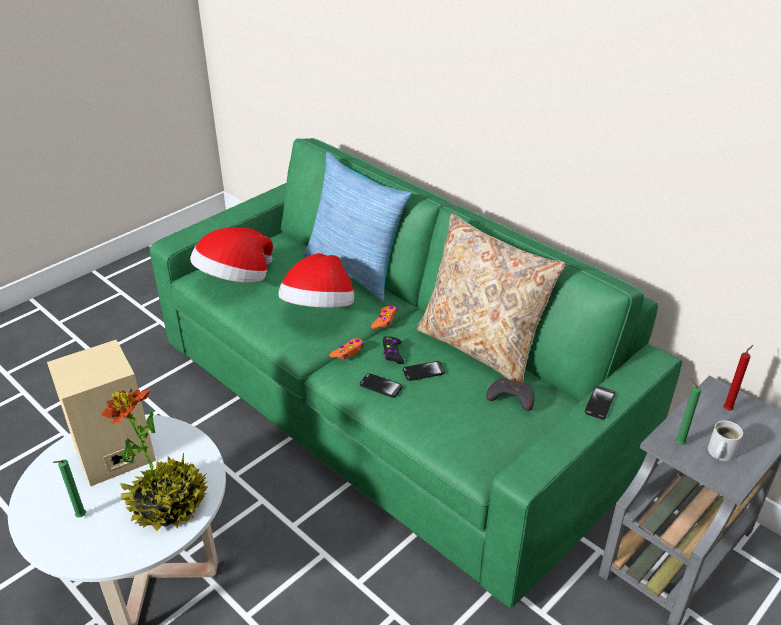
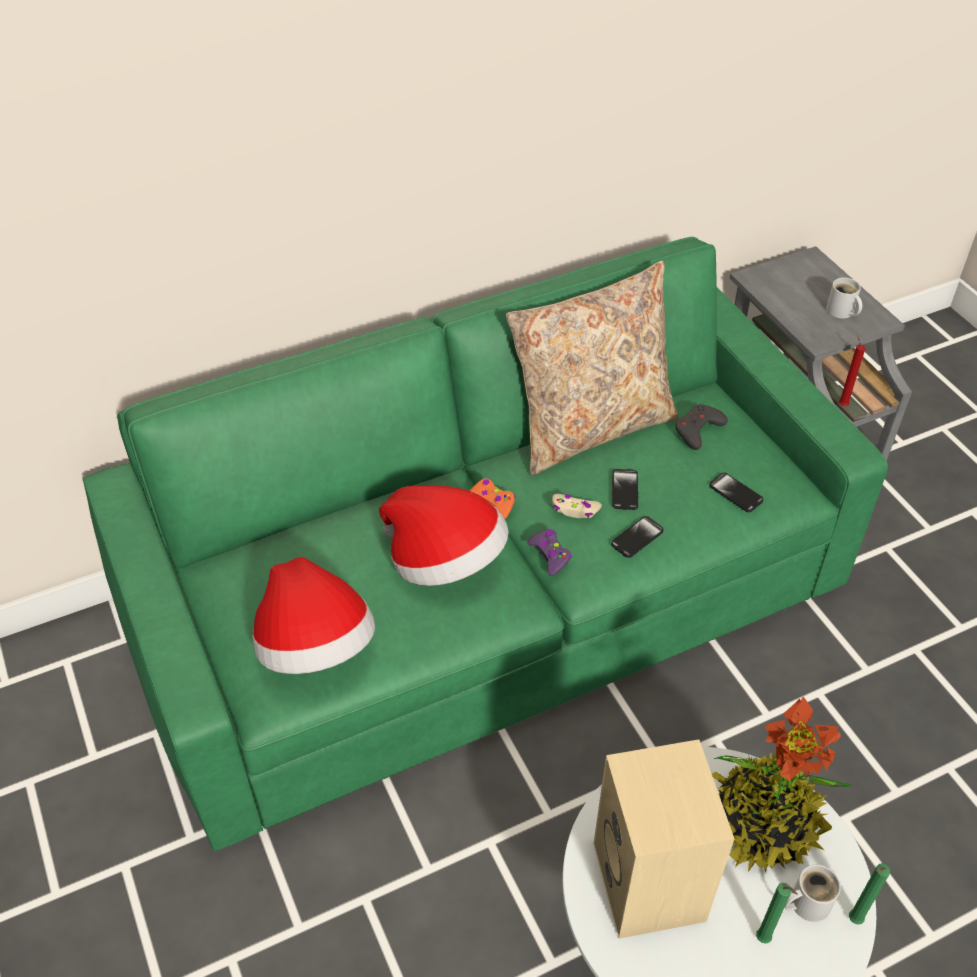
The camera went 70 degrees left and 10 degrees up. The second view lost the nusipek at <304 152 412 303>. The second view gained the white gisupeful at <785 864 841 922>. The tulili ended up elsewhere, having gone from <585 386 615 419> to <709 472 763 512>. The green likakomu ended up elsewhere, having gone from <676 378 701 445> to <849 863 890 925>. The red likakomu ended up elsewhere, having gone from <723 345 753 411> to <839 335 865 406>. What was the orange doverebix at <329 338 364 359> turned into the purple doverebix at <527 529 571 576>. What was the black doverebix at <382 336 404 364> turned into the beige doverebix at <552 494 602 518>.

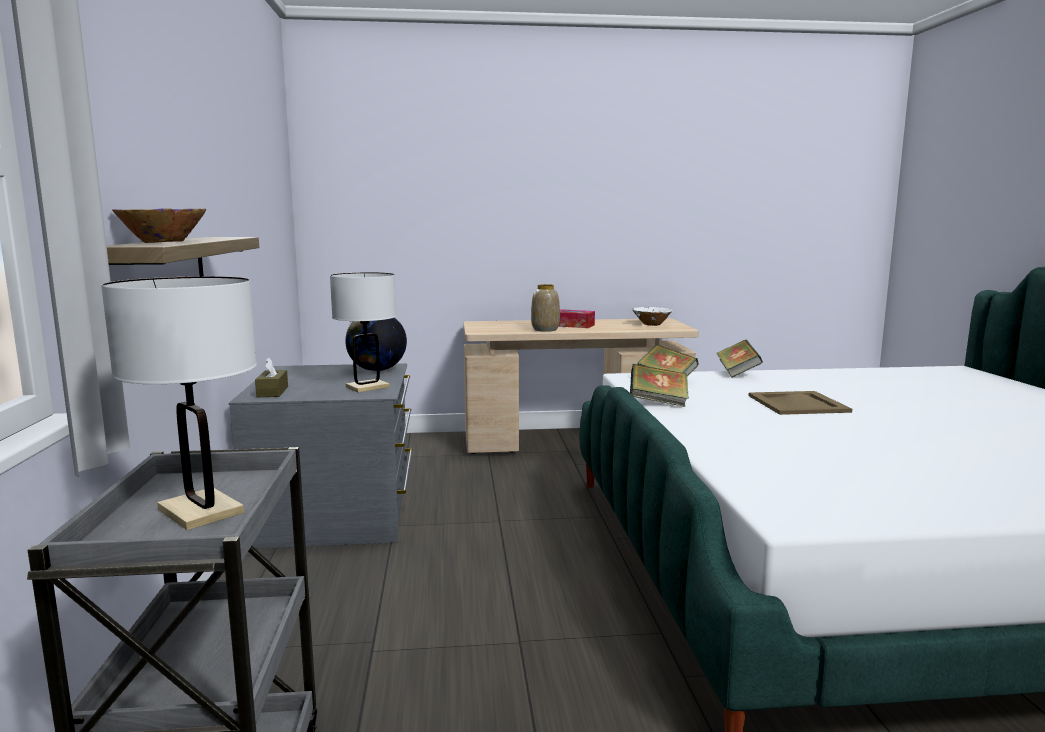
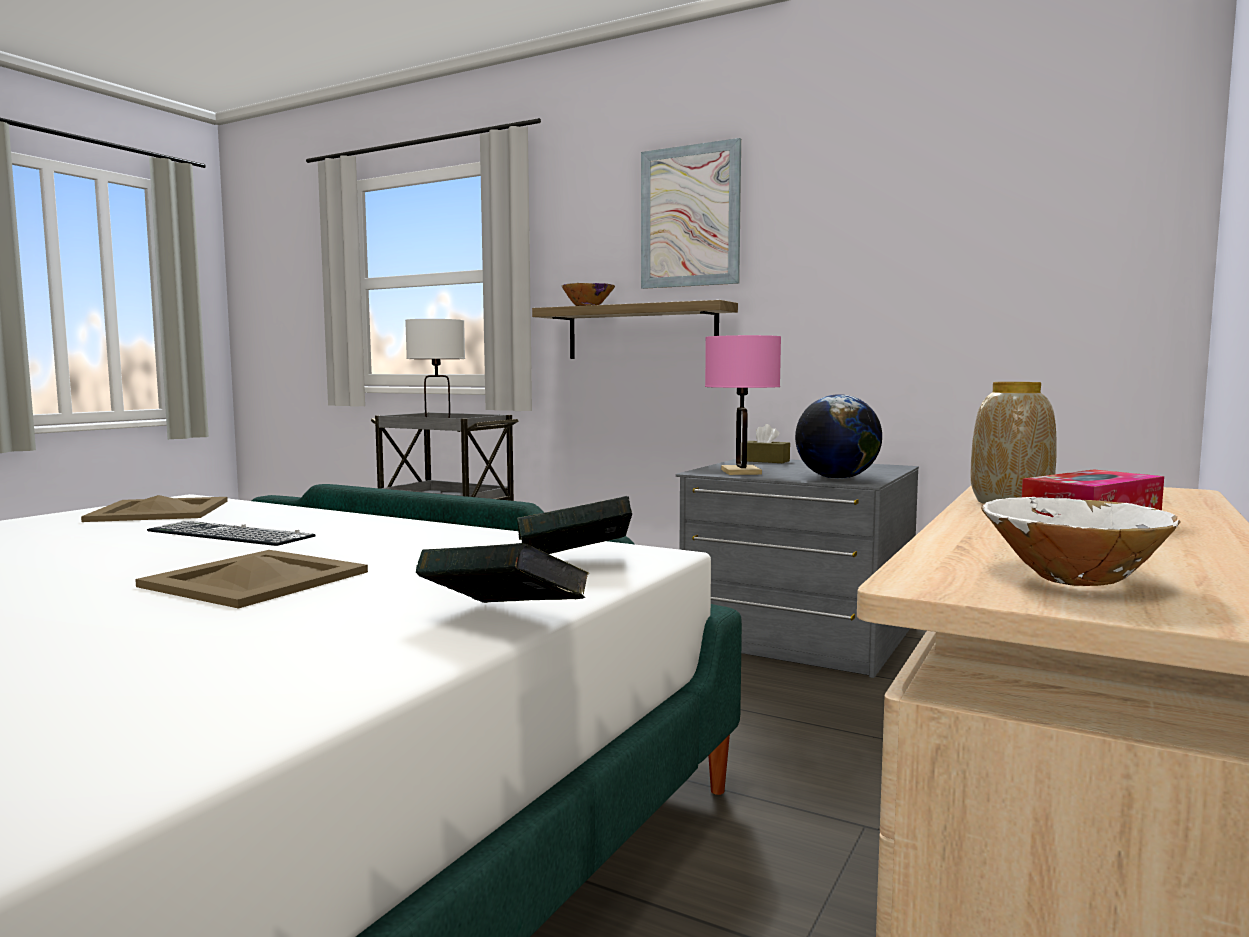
The camera went 125 degrees right and 5 degrees down. The second view lost the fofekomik at <630 364 689 407>. The second view gained the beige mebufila at <81 495 228 522>. The second view gained the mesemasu at <147 521 316 546>. The second view gained the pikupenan at <641 138 741 289>. What was the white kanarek at <330 272 396 392> turned into the pink kanarek at <705 335 781 475>.

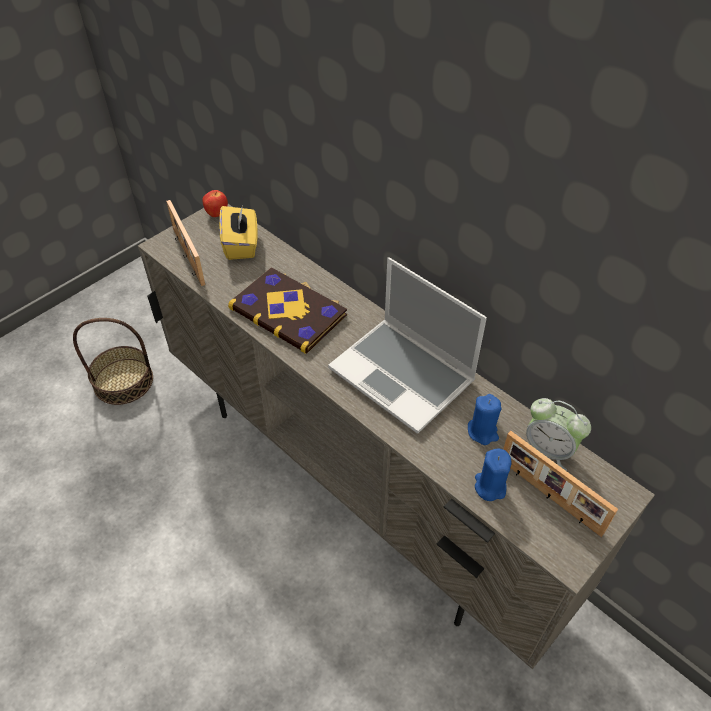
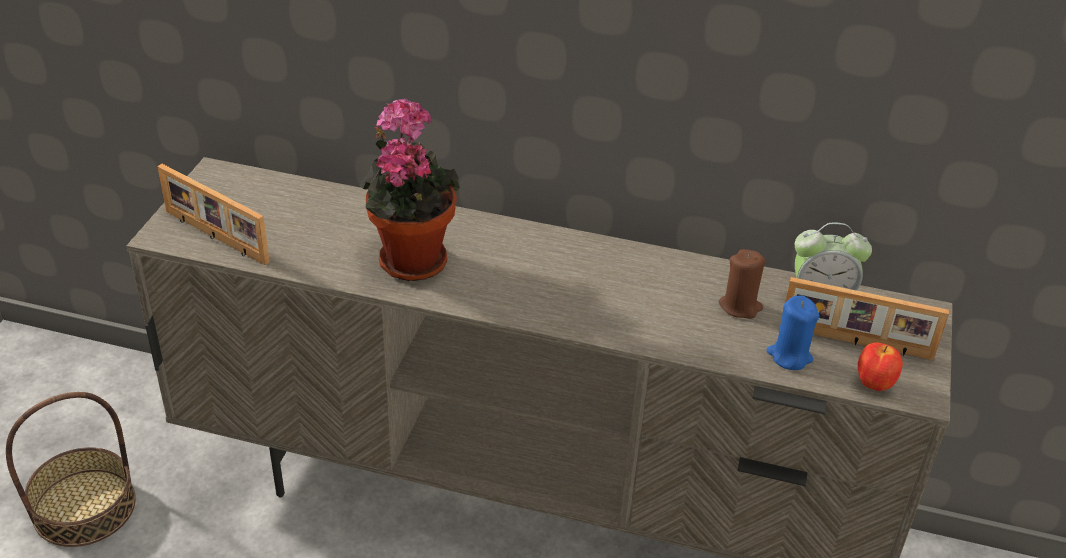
The camera went 30 degrees left and 10 degrees down. The second view lost the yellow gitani at <219 204 258 260>. The second view lost the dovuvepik at <328 257 487 434>. The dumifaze ended up elsewhere, having gone from <202 190 228 217> to <858 342 903 391>. Where the fofekomik stood at <228 267 347 354>, the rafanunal came to stand at <359 98 460 281>. What was the blue likakomu at <468 394 501 445> turned into the brown likakomu at <719 249 765 319>.

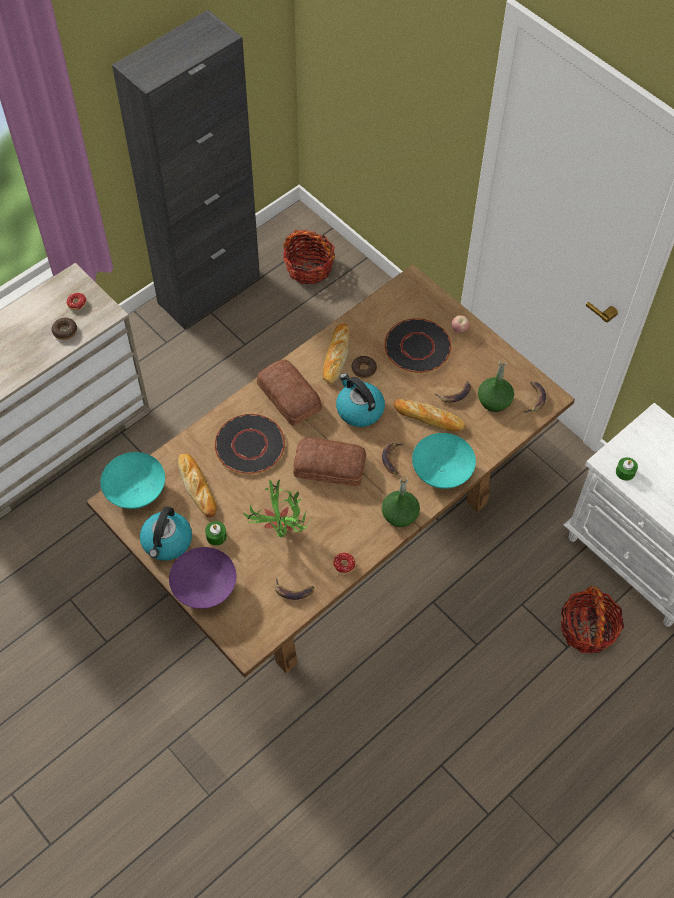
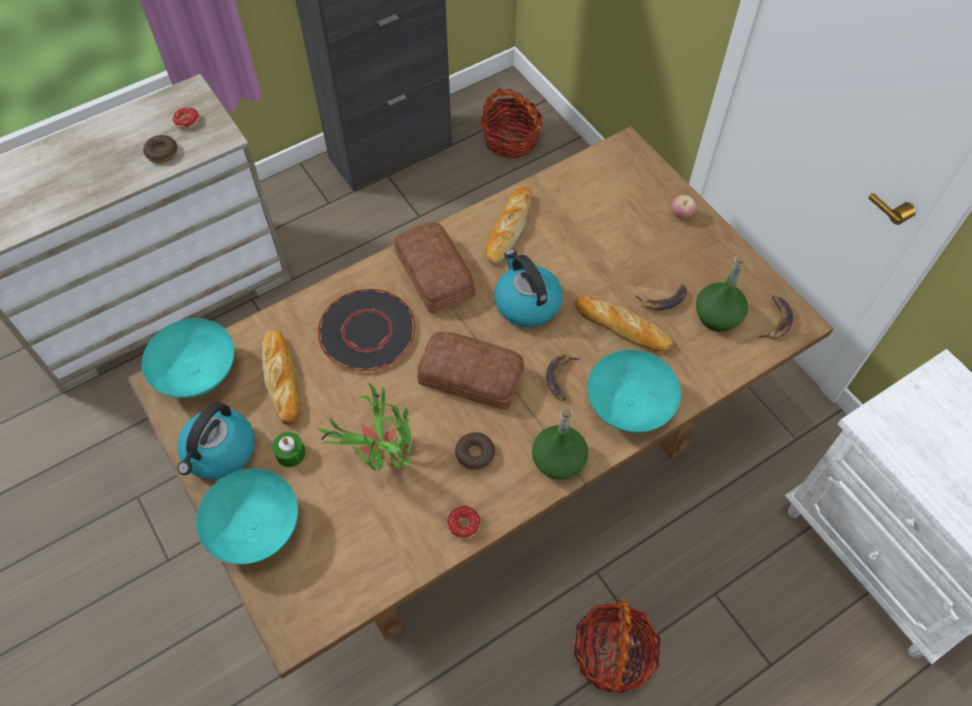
The camera went 10 degrees right and 0 degrees up. The second view lost the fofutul at <275 578 314 600>. The second view lost the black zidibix at <384 318 451 373>. The second view lost the green likakomu at <616 457 638 481>. The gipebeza ended up elsewhere, having gone from <352 356 377 378> to <455 432 495 470>. The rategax ended up elsewhere, having gone from <561 586 624 653> to <574 599 661 693>. What was the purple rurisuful at <169 547 236 609> turned into the turquoise rurisuful at <196 468 298 564>.

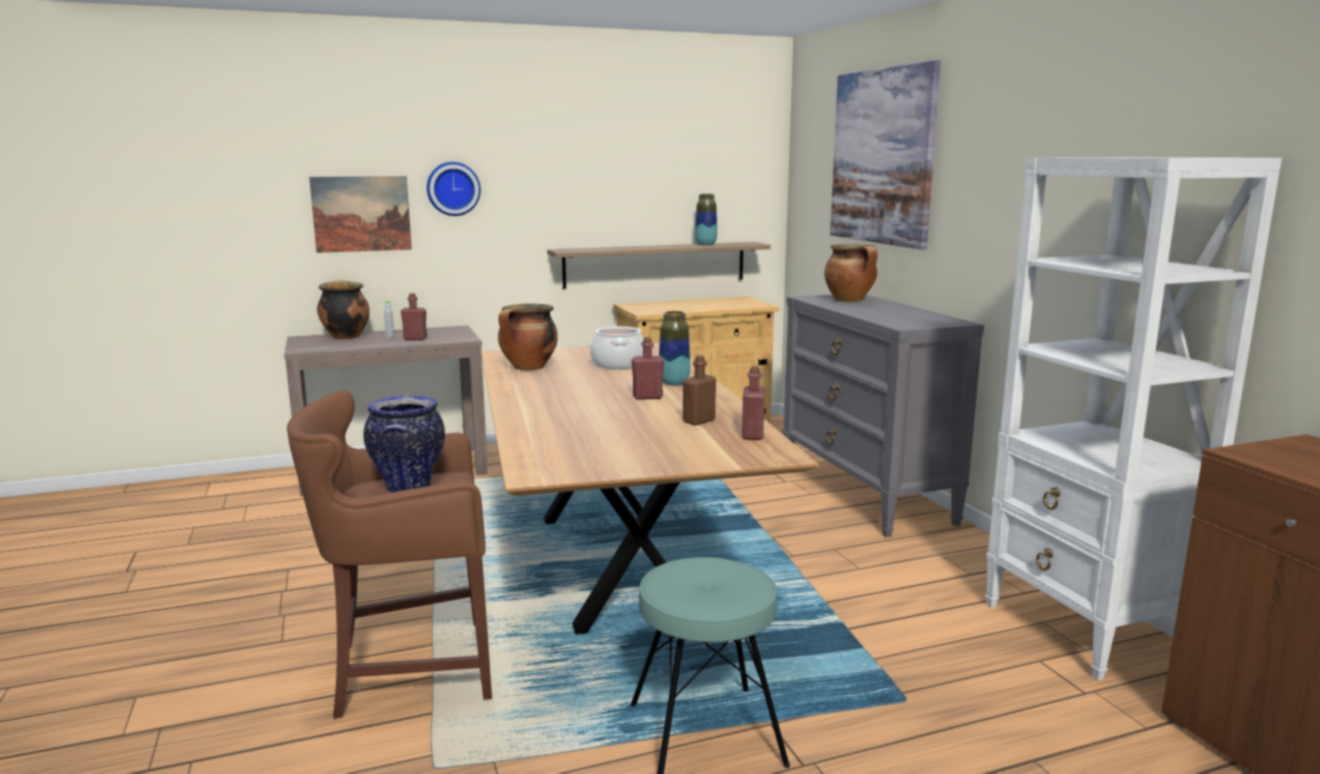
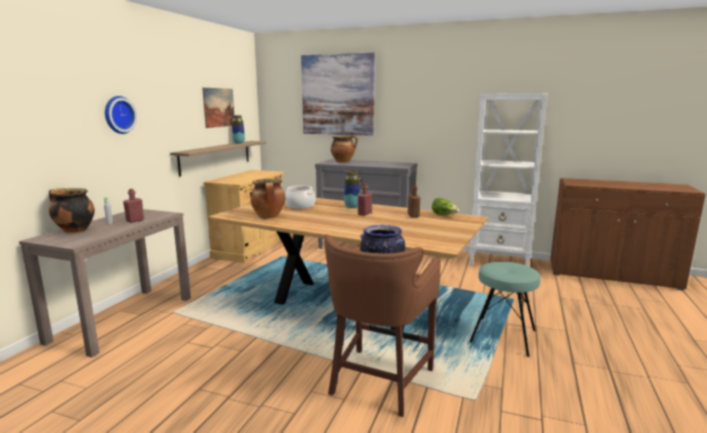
The camera went 50 degrees left and 0 degrees up. The pikupenan ended up elsewhere, having gone from <309 176 412 253> to <202 88 234 128>. Where the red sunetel stood at <742 366 765 440>, the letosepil came to stand at <432 198 459 215>.

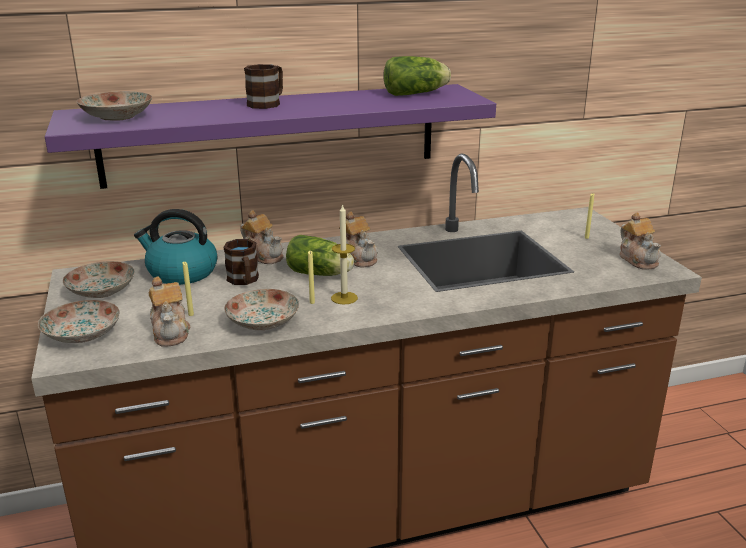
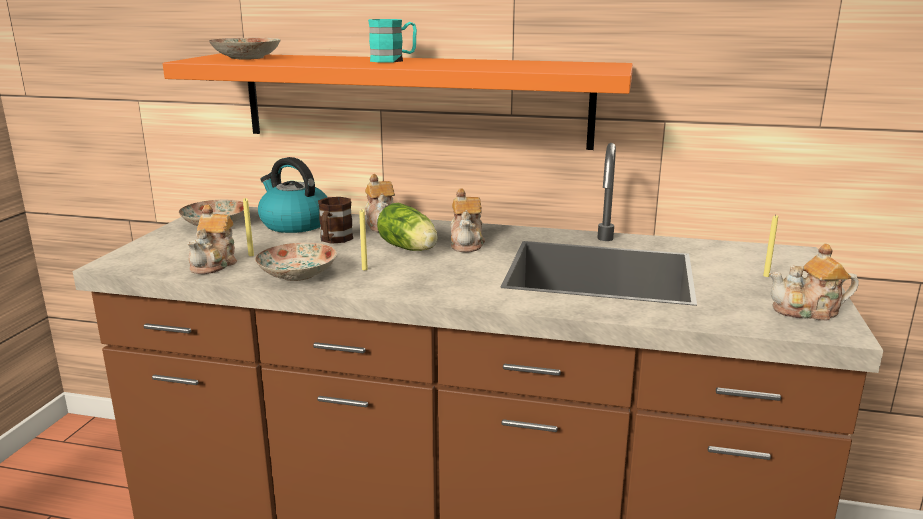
The camera went 30 degrees right and 5 degrees down. The second view lost the zidibix at <38 300 120 343>. The second view lost the likakomu at <331 204 358 305>. The second view lost the letosepil at <383 56 451 96>. What was the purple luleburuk at <45 84 496 189> turned into the orange luleburuk at <163 53 633 150>. What was the brown gisupeful at <244 64 283 109> turned into the turquoise gisupeful at <368 19 417 63>. The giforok at <620 212 661 270> ended up facing another way, 75 degrees clockwise from before.

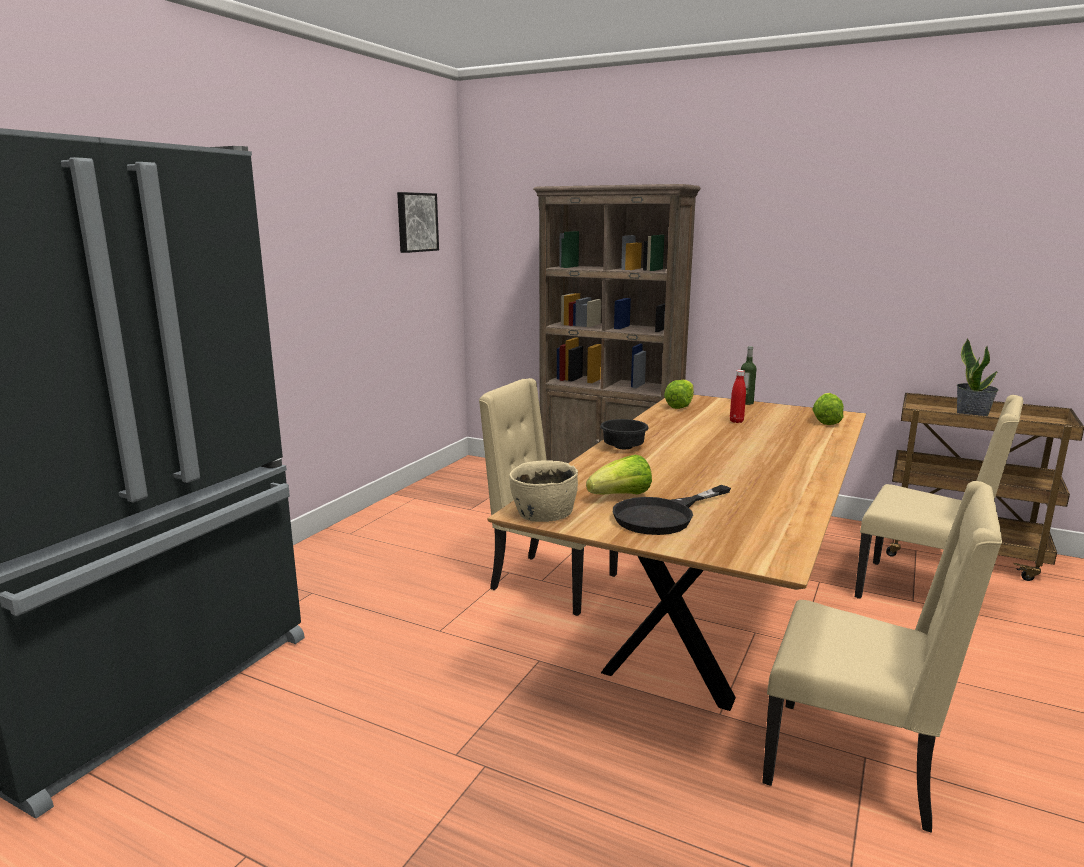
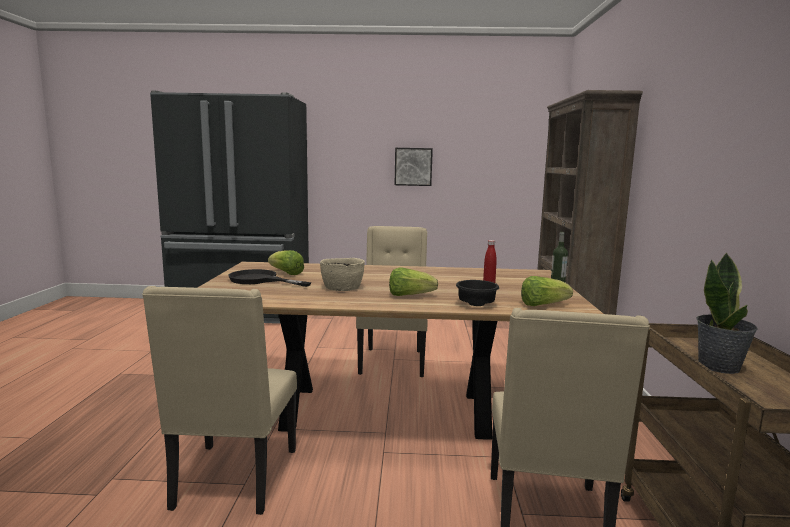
The camera went 65 degrees right and 5 degrees down. The pikupenan ended up elsewhere, having gone from <397 192 439 253> to <395 148 433 186>. The beige rurisuful ended up elsewhere, having gone from <510 460 578 522> to <320 258 365 291>. The black rurisuful ended up elsewhere, having gone from <600 419 649 449> to <456 280 499 306>. The letosepil ended up elsewhere, having gone from <664 380 694 409> to <389 267 438 296>.

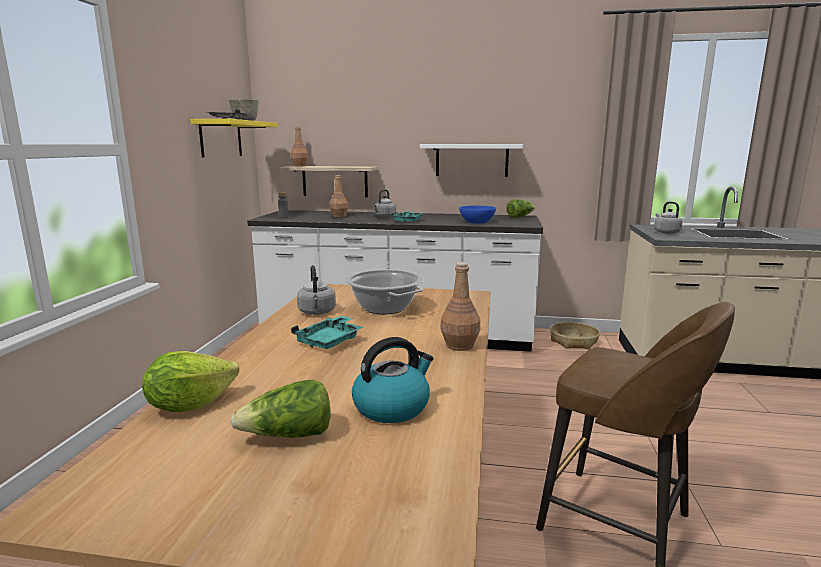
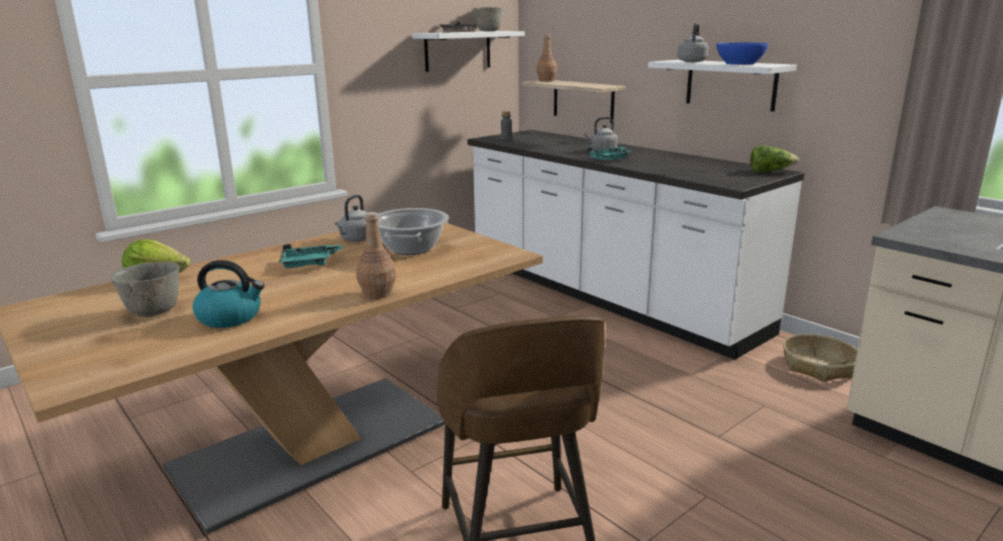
The camera went 40 degrees right and 5 degrees up. The second view lost the brown sunetel at <330 175 349 217>. The blue rurisuful ended up elsewhere, having gone from <459 205 496 224> to <717 43 768 65>. The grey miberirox ended up elsewhere, having gone from <654 202 683 234> to <678 23 709 62>. Where the letosepil stood at <230 380 331 438>, the grey rurisuful came to stand at <110 262 179 317>. What was the yellow luleburuk at <190 119 278 158> turned into the white luleburuk at <412 31 525 72>.

